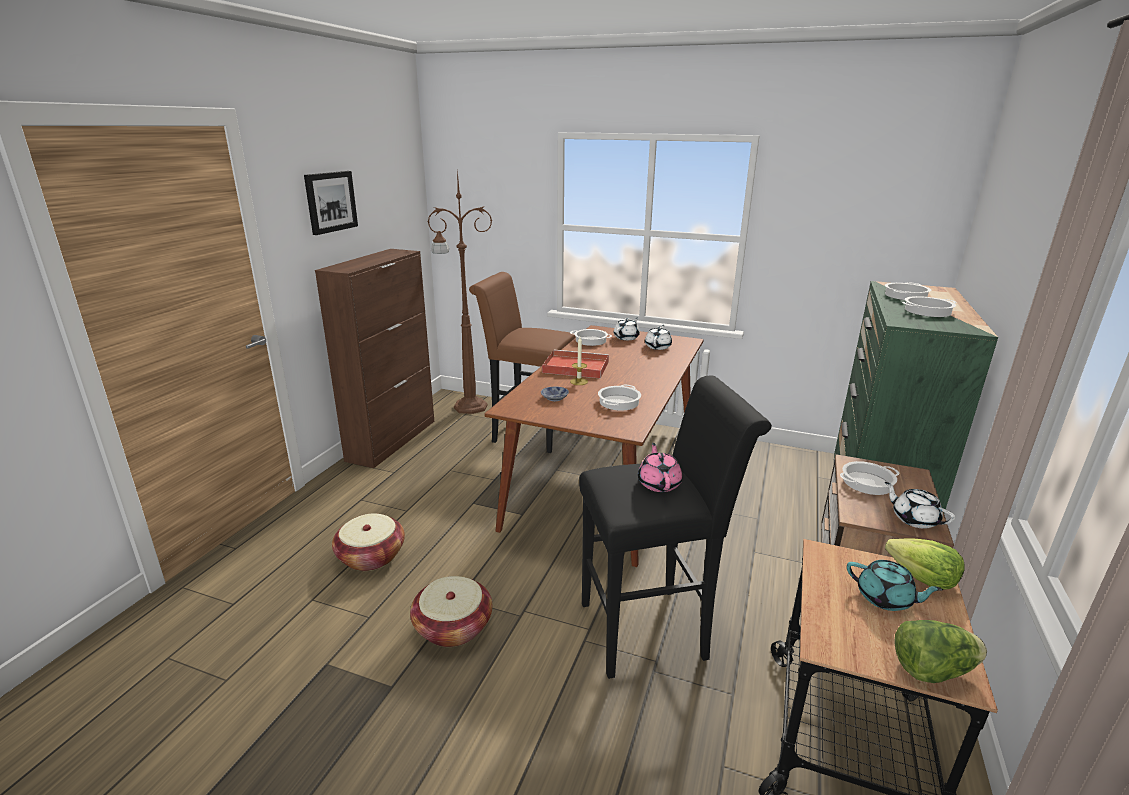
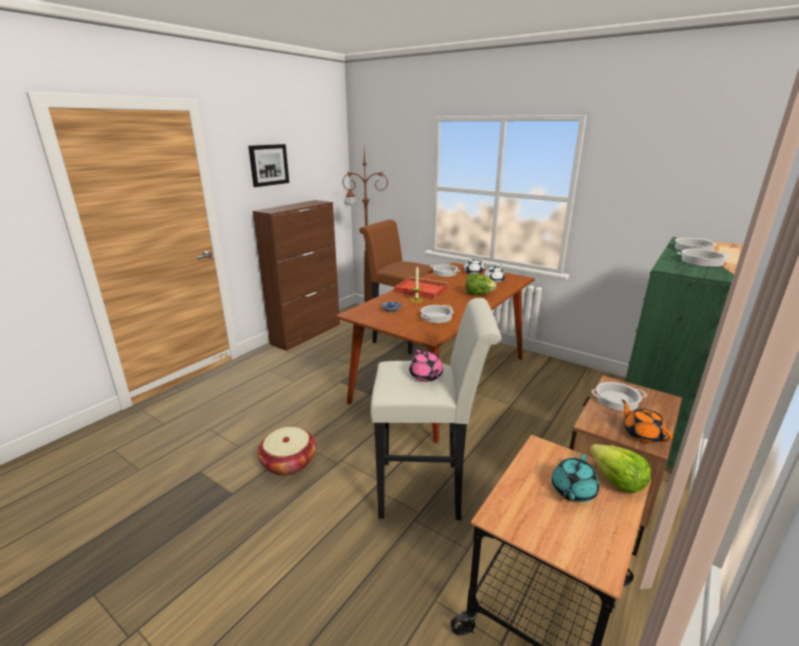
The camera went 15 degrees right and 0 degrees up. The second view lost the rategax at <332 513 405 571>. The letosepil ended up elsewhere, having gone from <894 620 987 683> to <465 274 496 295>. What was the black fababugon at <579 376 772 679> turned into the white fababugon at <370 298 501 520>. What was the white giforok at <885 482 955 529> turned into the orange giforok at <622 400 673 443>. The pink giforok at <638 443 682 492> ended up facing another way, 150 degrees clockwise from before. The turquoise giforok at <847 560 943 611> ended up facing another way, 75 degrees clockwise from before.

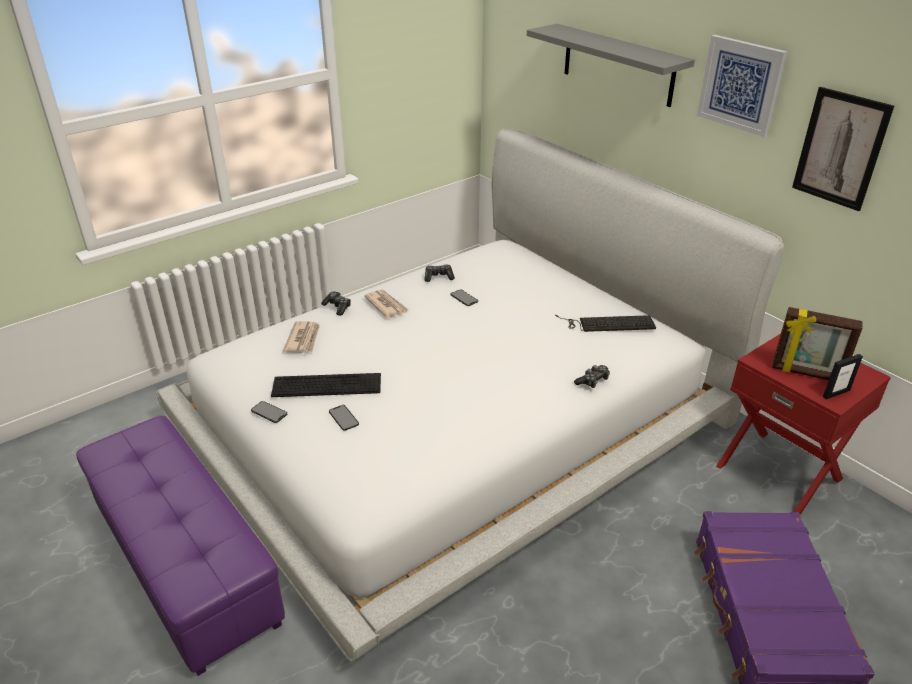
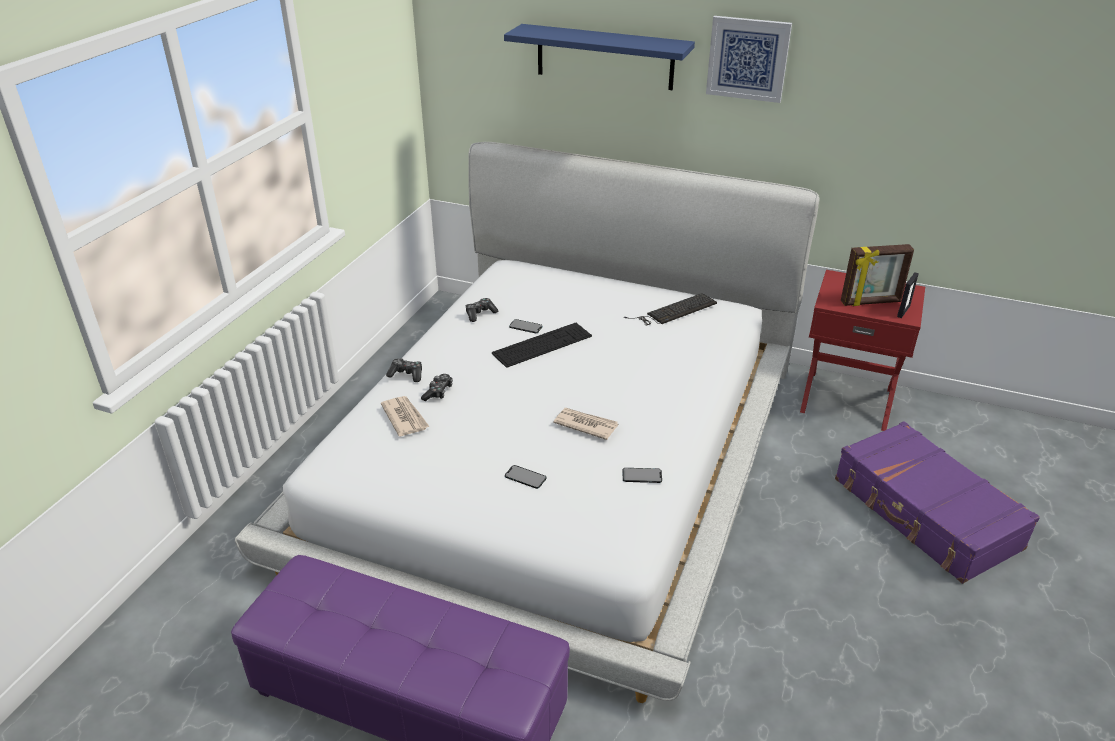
The camera went 30 degrees left and 0 degrees up. The second view lost the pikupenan at <792 87 894 211>. The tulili ended up elsewhere, having gone from <251 401 287 423> to <623 468 662 483>. The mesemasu ended up elsewhere, having gone from <271 373 381 397> to <492 323 592 368>. The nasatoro ended up elsewhere, having gone from <364 289 409 318> to <553 408 618 440>. The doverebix ended up elsewhere, having gone from <574 365 610 388> to <421 374 453 401>. What was the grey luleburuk at <527 24 695 107> turned into the blue luleburuk at <504 24 695 90>.

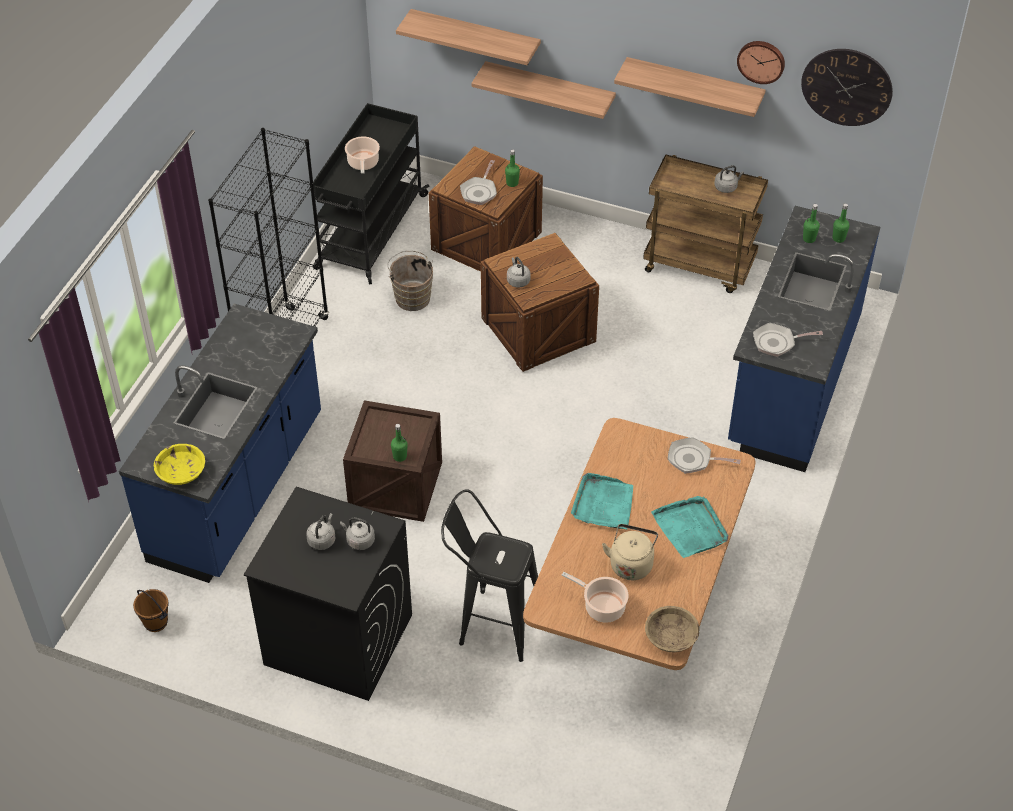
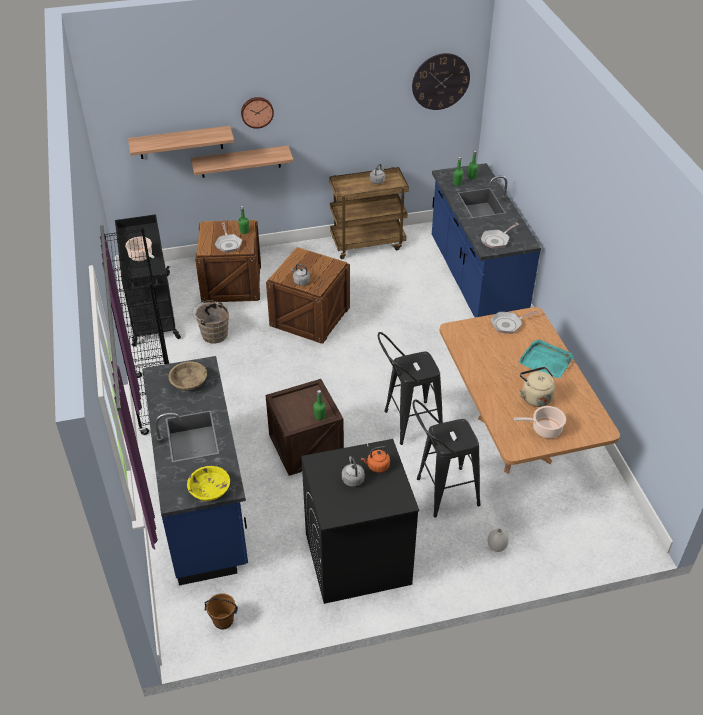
The camera went 35 degrees left and 5 degrees down. The second view lost the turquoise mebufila at <571 473 633 529>. The second view lost the luleburuk at <614 57 766 117>. The second view gained the black fababugon at <378 332 443 445>. The second view gained the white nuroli at <488 528 509 552>. The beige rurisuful ended up elsewhere, having gone from <645 606 700 652> to <168 361 207 390>. The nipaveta ended up elsewhere, having gone from <737 41 785 84> to <241 97 274 129>. What was the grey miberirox at <340 517 375 550> turned into the orange miberirox at <361 446 390 473>.

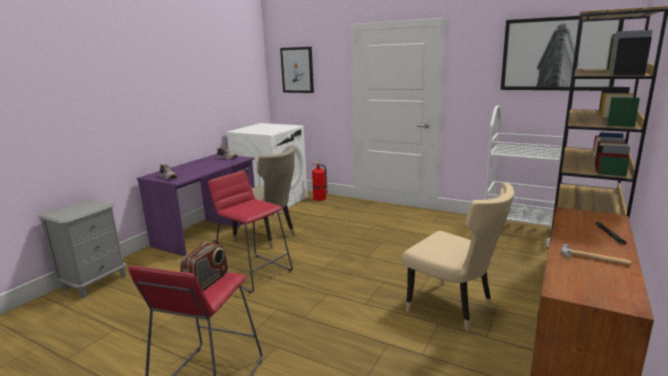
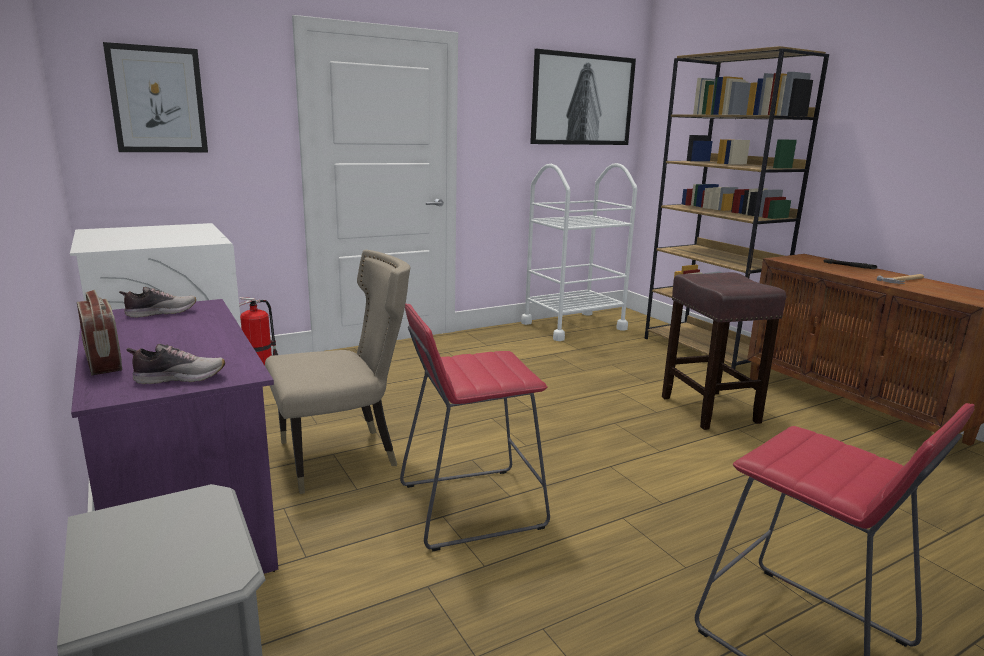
The camera went 60 degrees left and 0 degrees up. The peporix ended up elsewhere, having gone from <180 239 228 292> to <77 290 122 375>. Where the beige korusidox stood at <402 182 514 332>, the brown fababugon came to stand at <662 272 786 430>.

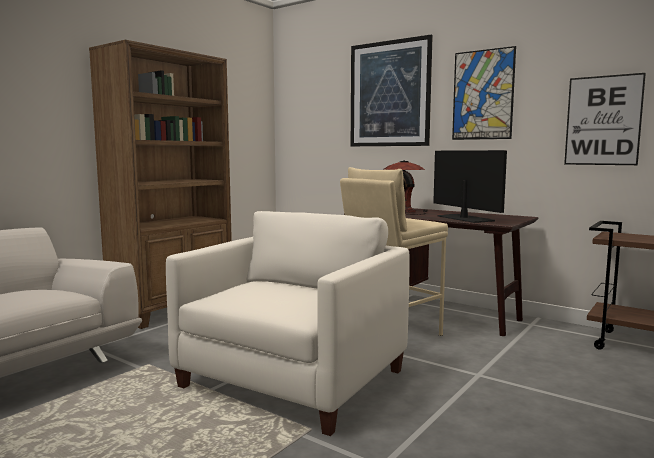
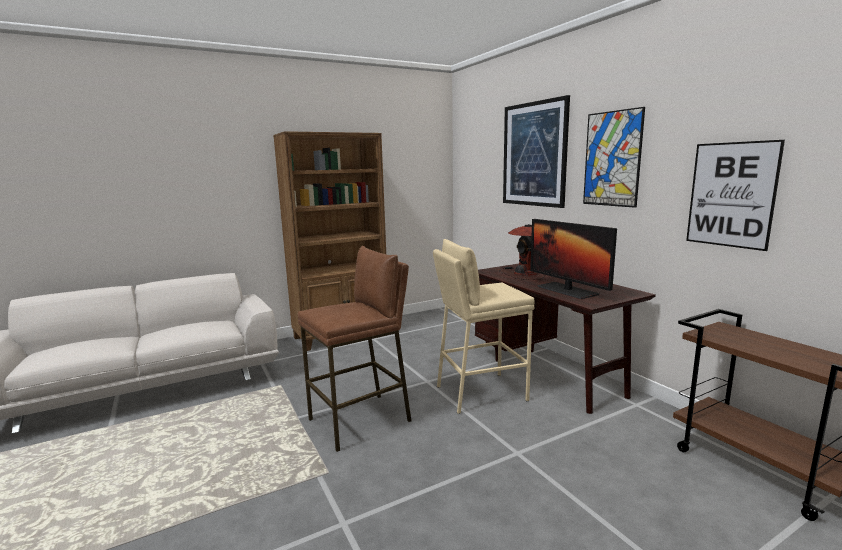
The camera went 25 degrees right and 5 degrees up. Where the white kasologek stood at <166 211 410 436>, the brown fababugon came to stand at <298 246 411 452>. The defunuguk at <433 150 507 223> ended up facing another way, 150 degrees clockwise from before.

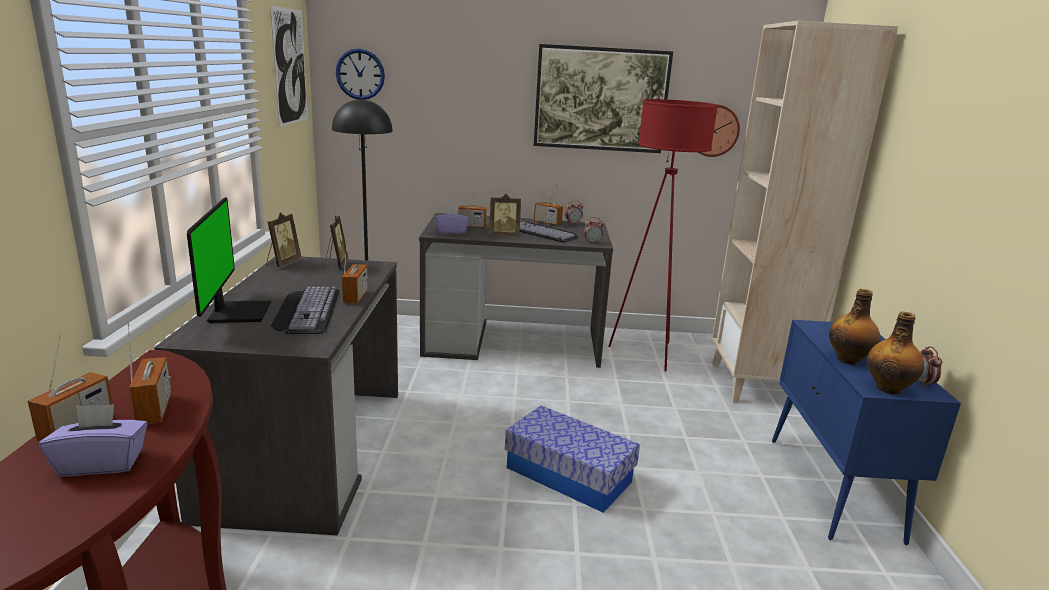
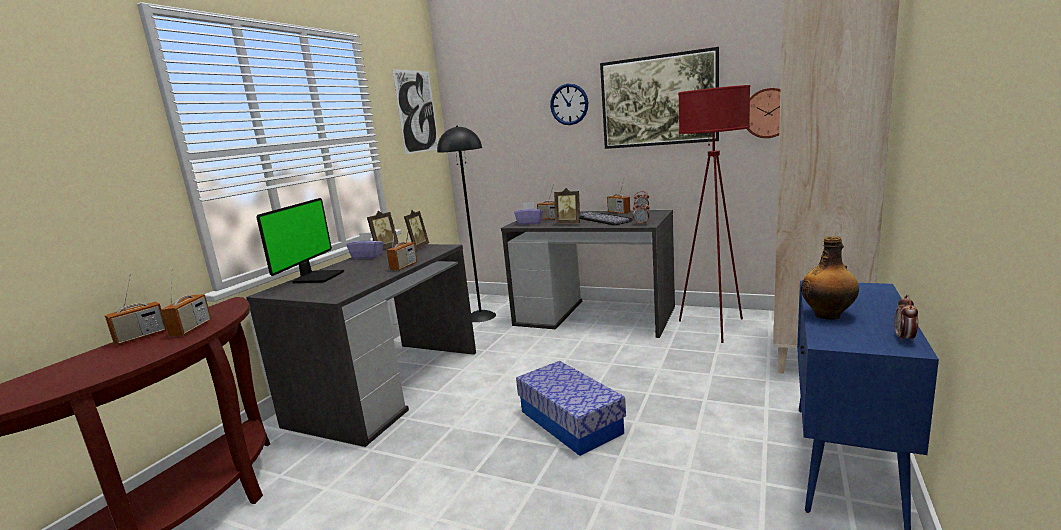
The camera went 25 degrees right and 5 degrees down. The second view lost the mesemasu at <271 287 339 334>. The second view lost the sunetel at <867 311 924 395>. The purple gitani ended up elsewhere, having gone from <39 404 147 476> to <346 232 384 259>. The nipaveta ended up elsewhere, having gone from <336 49 385 100> to <550 84 588 125>.

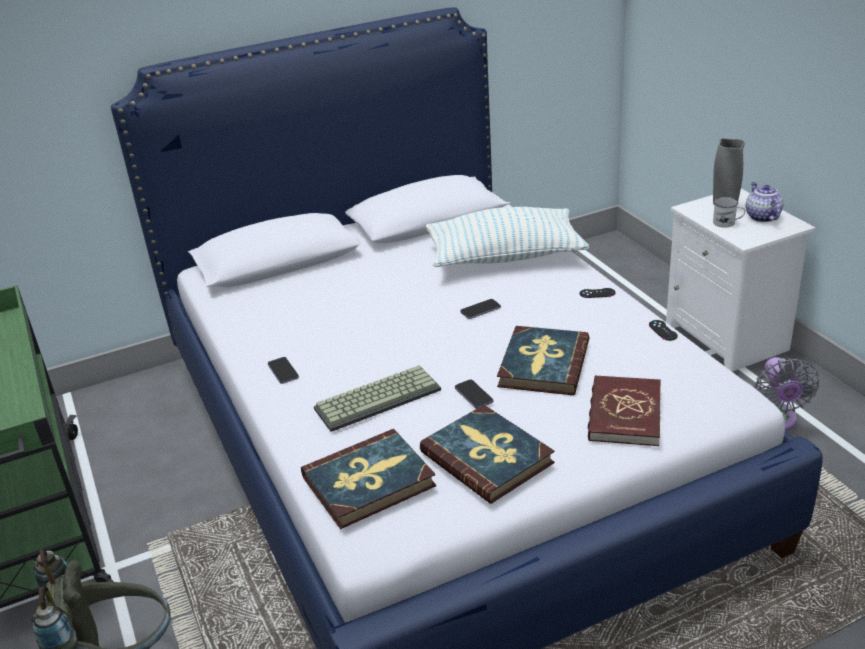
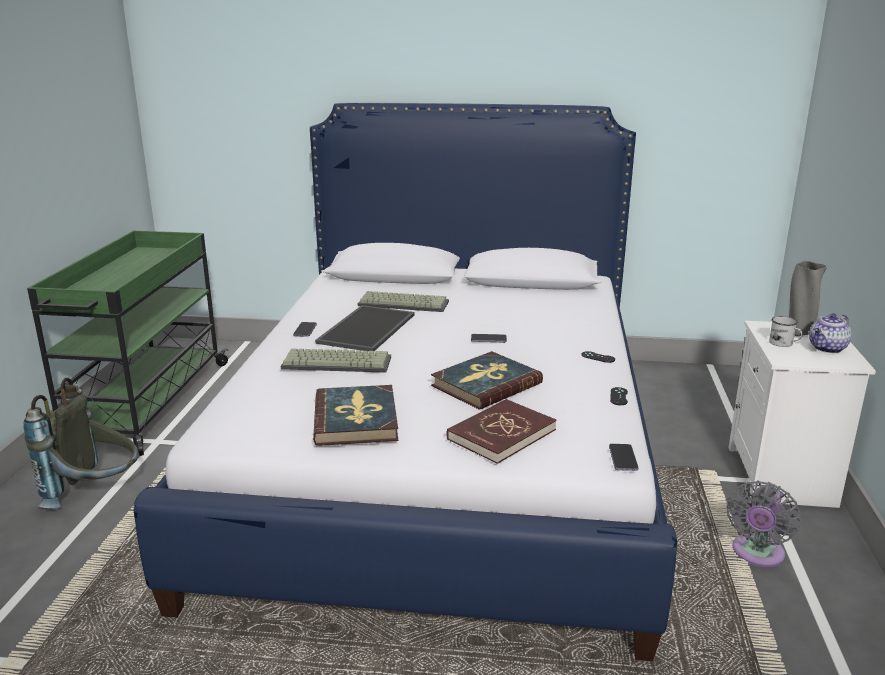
The camera went 30 degrees right and 10 degrees down. The second view lost the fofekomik at <301 429 436 529>. The second view lost the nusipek at <426 207 589 267>. The second view gained the mebufila at <315 305 414 352>. The second view gained the mesemasu at <358 291 449 312>. The tulili ended up elsewhere, having gone from <455 379 493 409> to <609 444 638 471>. The giforok at <746 182 783 222> ended up facing another way, 150 degrees counterclockwise from before.

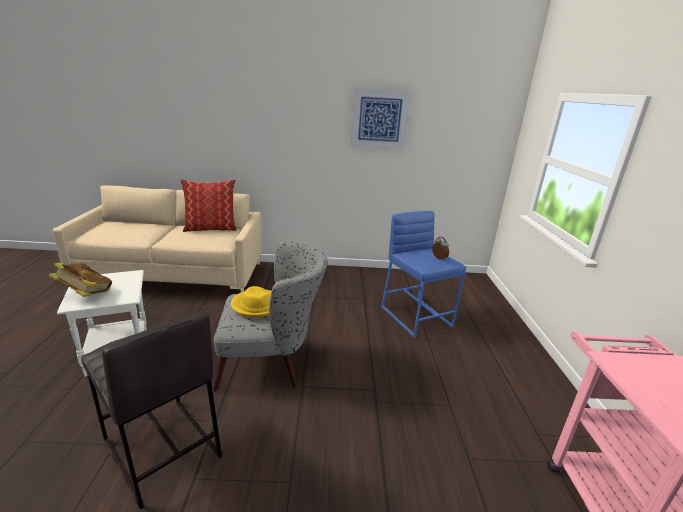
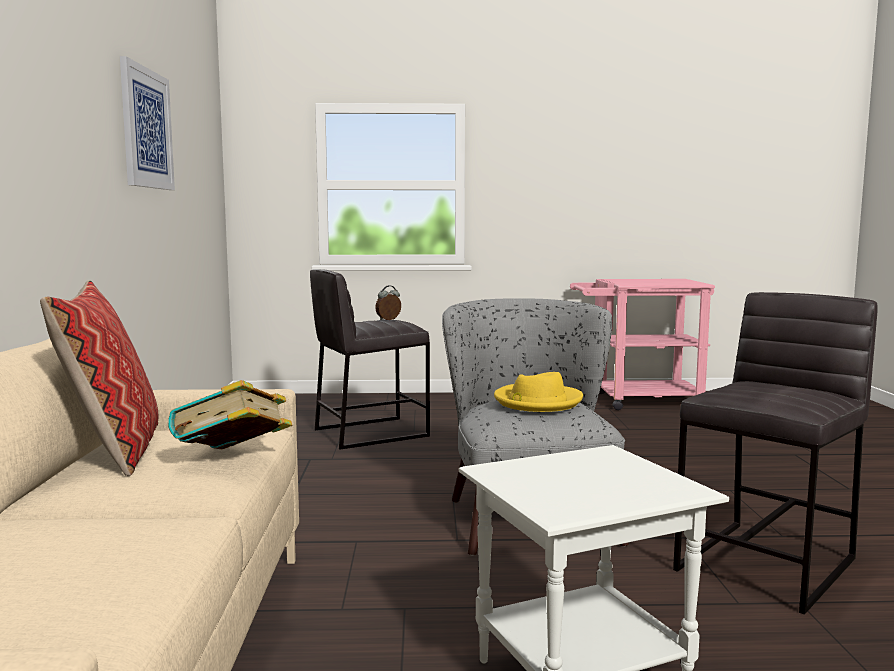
The camera went 90 degrees left and 15 degrees down. The fofekomik ended up elsewhere, having gone from <48 263 112 297> to <168 380 292 449>. What was the blue fababugon at <381 211 466 338> turned into the grey fababugon at <310 269 430 450>.

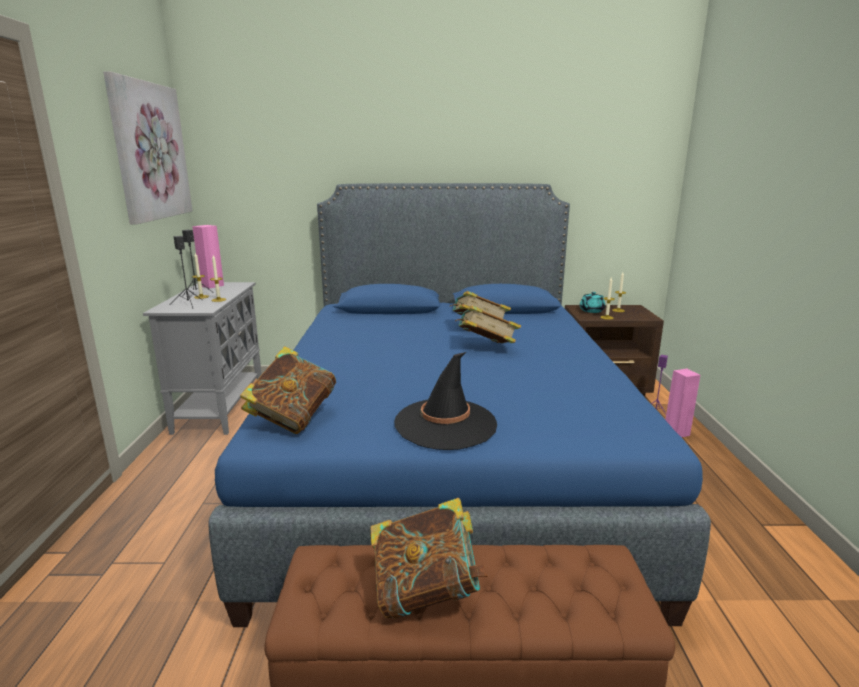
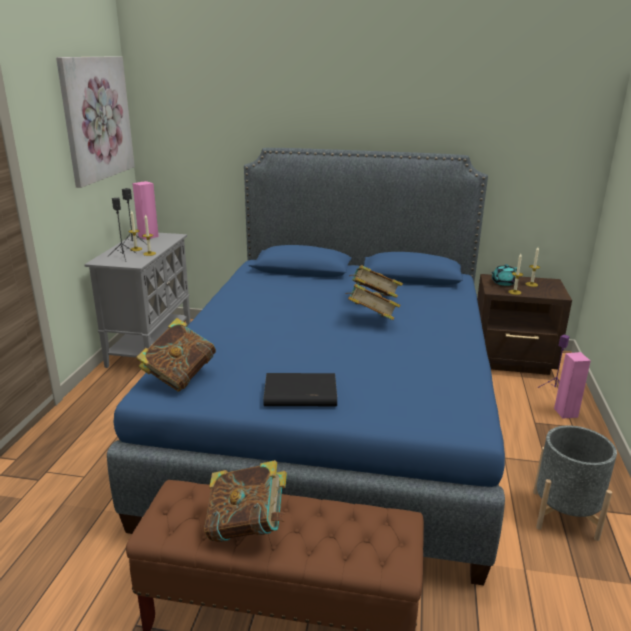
The camera went 10 degrees right and 5 degrees up. The second view gained the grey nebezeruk at <533 425 617 541>. Where the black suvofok stood at <394 352 497 450>, the black fofekomik came to stand at <264 373 337 406>.

